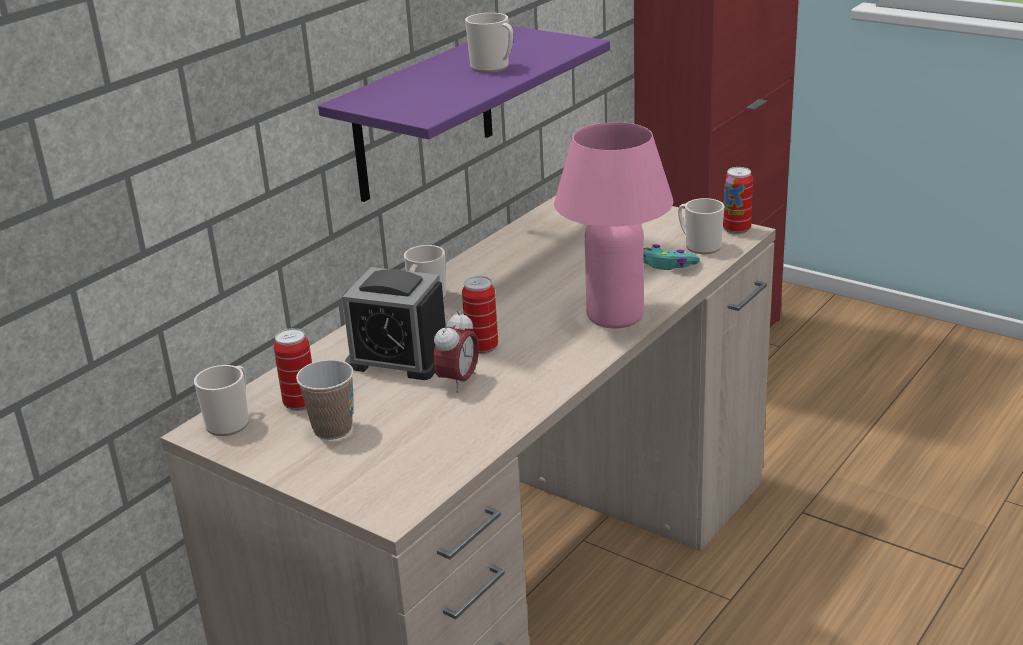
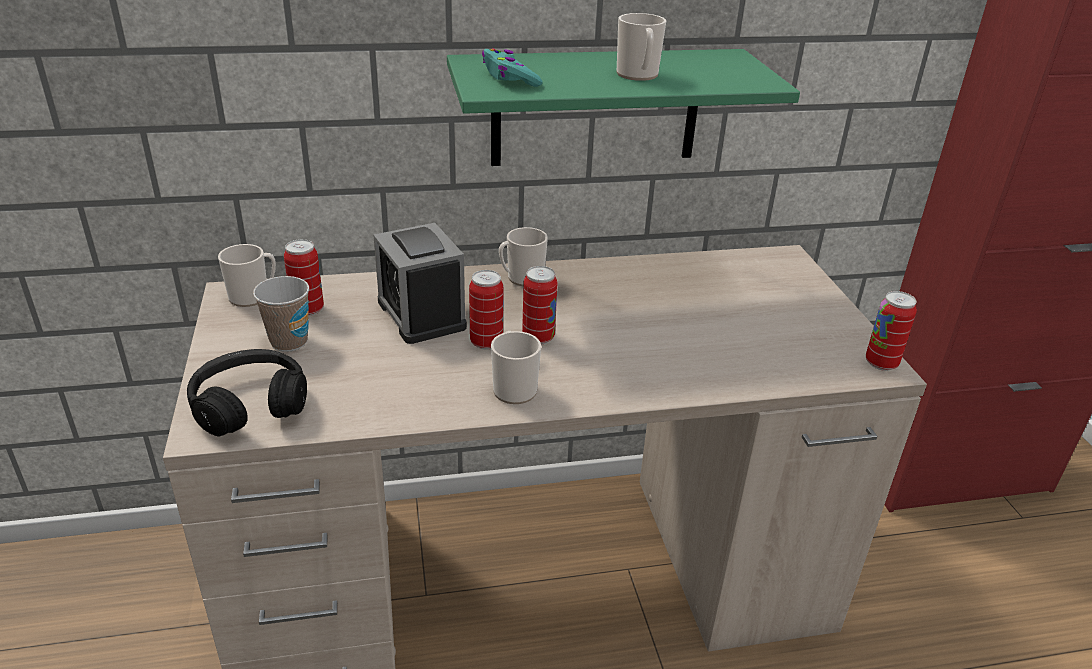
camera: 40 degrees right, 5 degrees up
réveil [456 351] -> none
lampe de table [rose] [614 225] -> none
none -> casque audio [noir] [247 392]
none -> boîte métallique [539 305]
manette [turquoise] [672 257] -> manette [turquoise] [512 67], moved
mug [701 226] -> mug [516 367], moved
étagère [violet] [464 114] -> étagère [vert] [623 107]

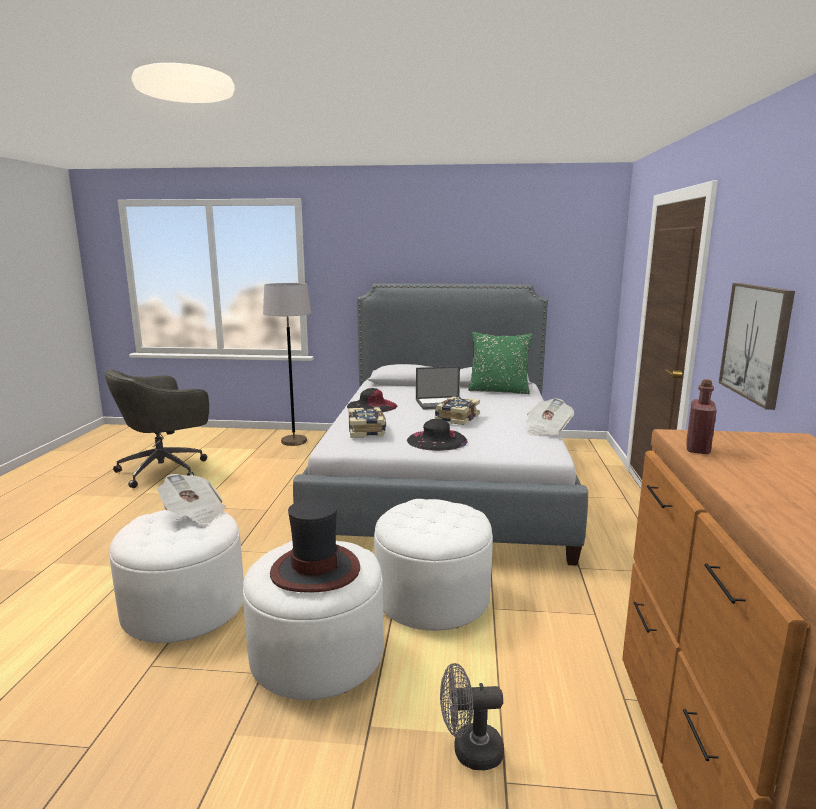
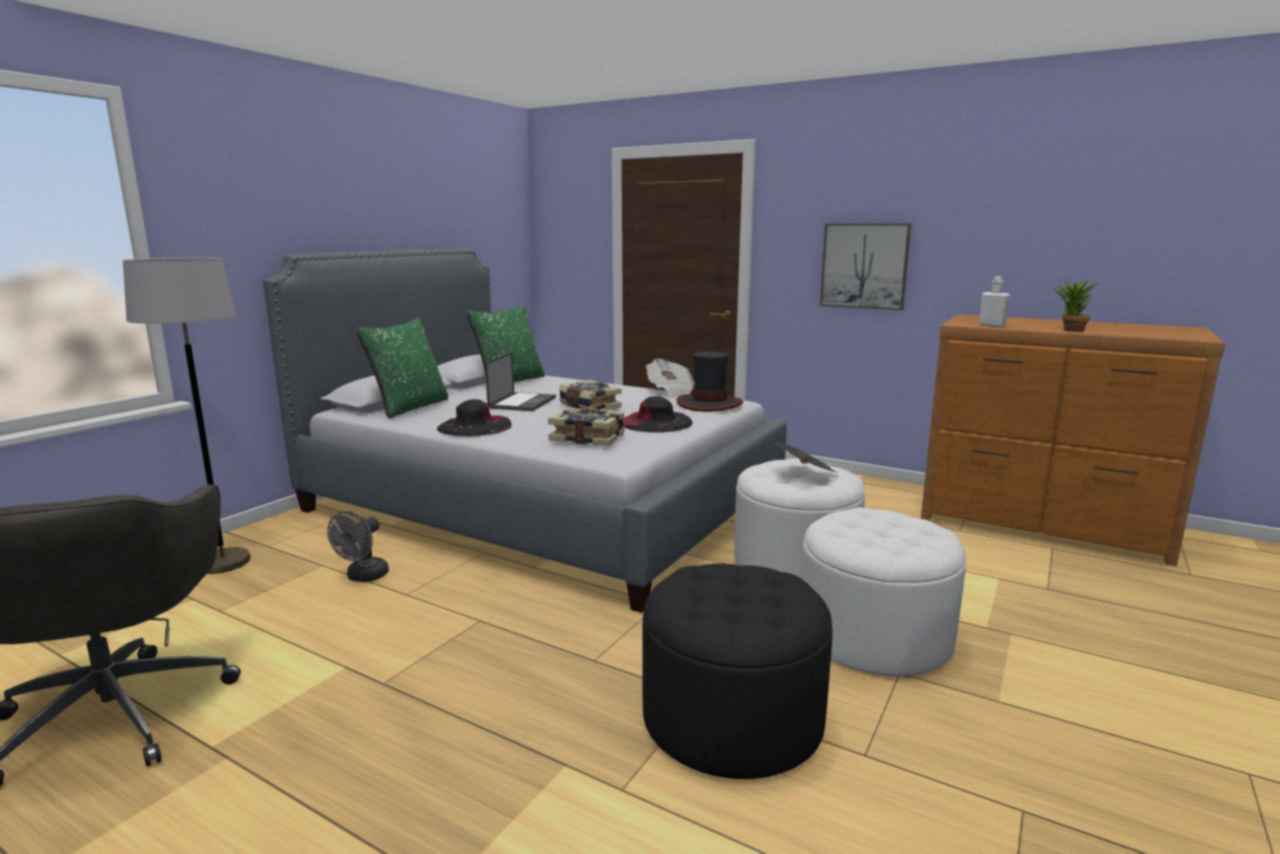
camera: 65 degrees left, 0 degrees up
none -> coussin [vert] [402 368]
none -> plante en pot [1075 305]
journal [191 499] -> journal [805 457], moved
chapeau [315 545] -> chapeau [710 382], moved
ventilateur [gris] [472 716] -> ventilateur [gris] [358 546], moved
pouf [blanc] [176 576] -> pouf [noir] [737 671]
bouteille [rouge] [701 416] -> bouteille [blanc] [994 301]

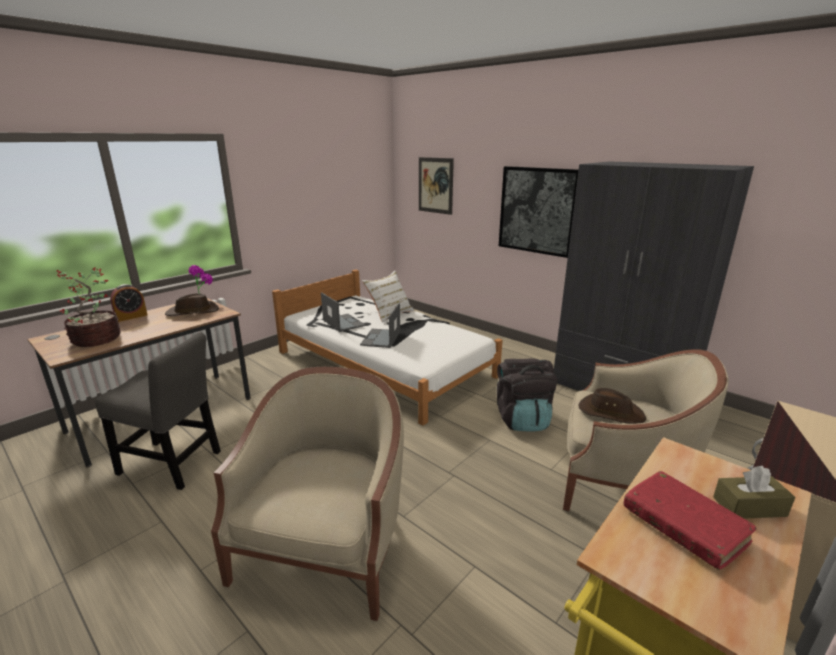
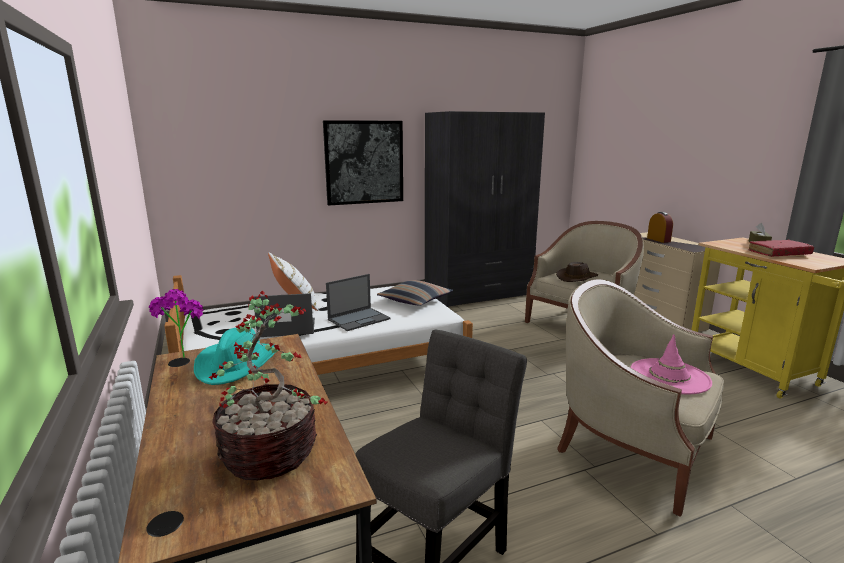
camera: 65 degrees left, 5 degrees down
tableau [436 186] -> none
sac à dos [noir] [527 395] -> none
none -> coussin [415 293]
none -> chapeau [rose] [671 364]
réveil [129 303] -> réveil [660 227], moved
chapeau [marron] [192 304] -> chapeau [turquoise] [235 356]
ordinateur portable [380 325] -> ordinateur portable [358 302], 75 degrees counterclockwise

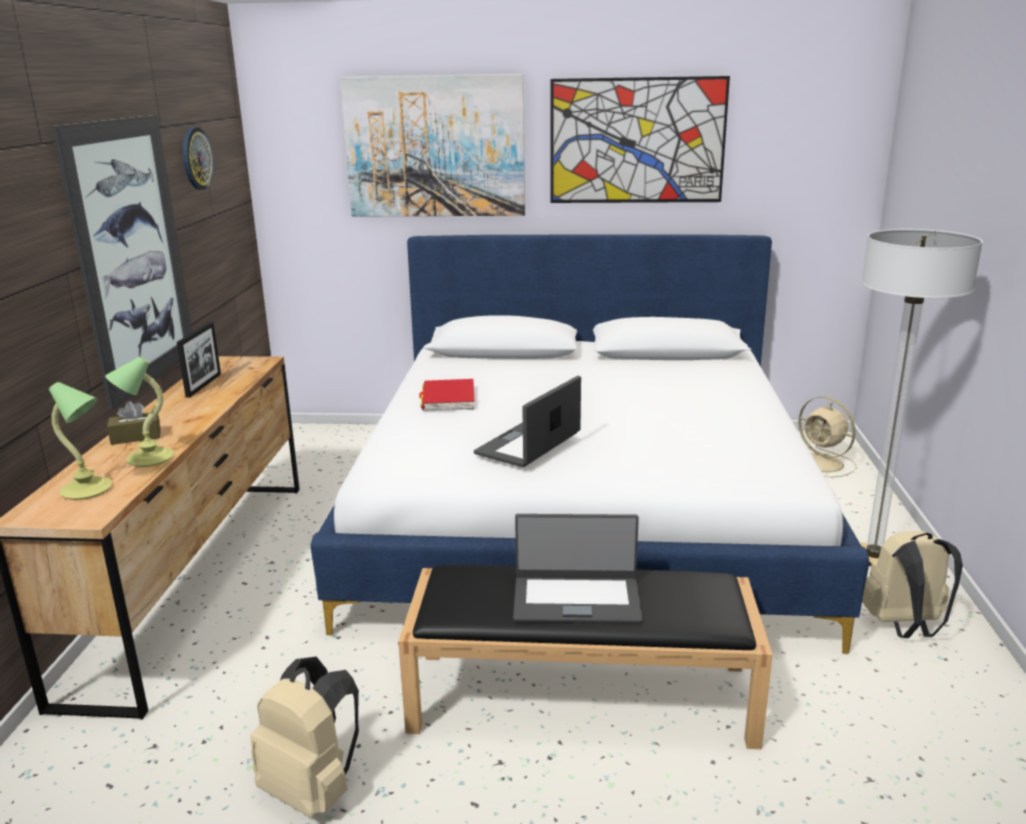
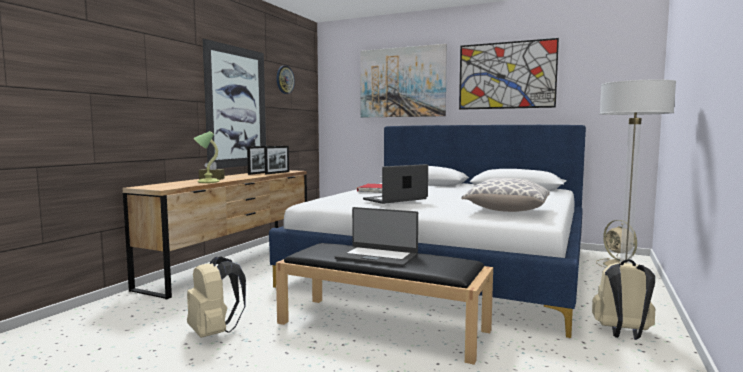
camera: 20 degrees right, 15 degrees down
lampe de table [80 441] -> none
none -> cadre photo [276 160]
none -> coussin [506 195]

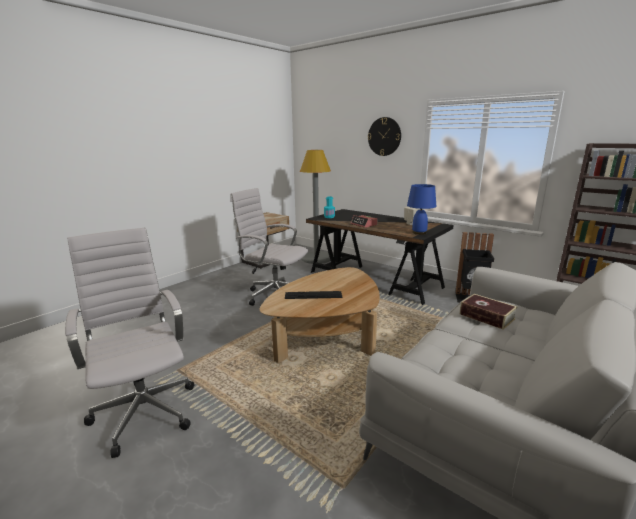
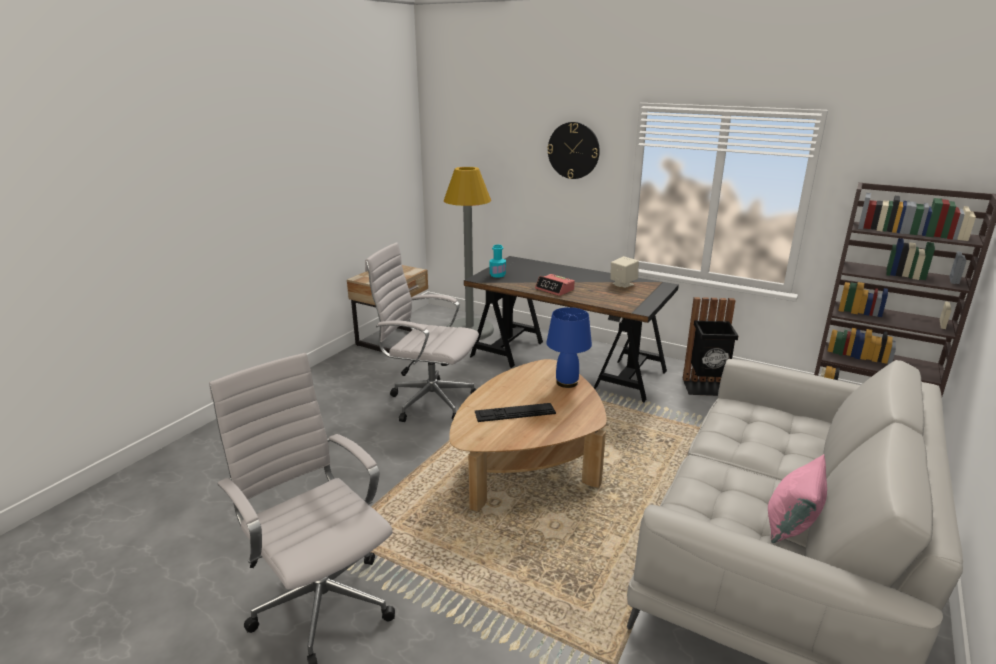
camera: 10 degrees left, 5 degrees up
livre [488 312] -> none
none -> coussin [rose] [797 498]
lampe de table [bleu] [421 209] -> lampe de table [bleu] [569 347], moved

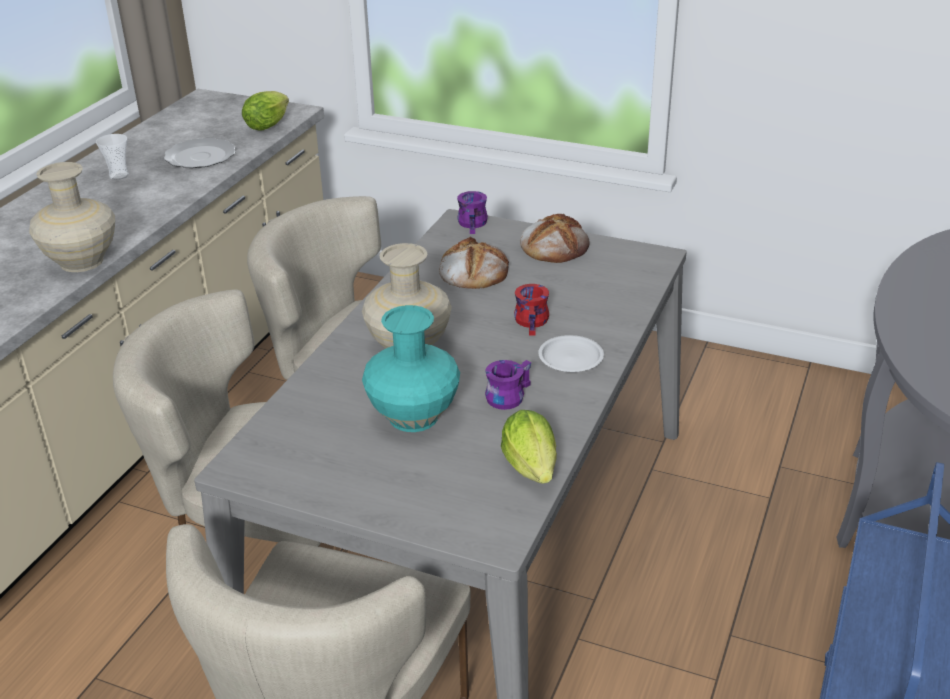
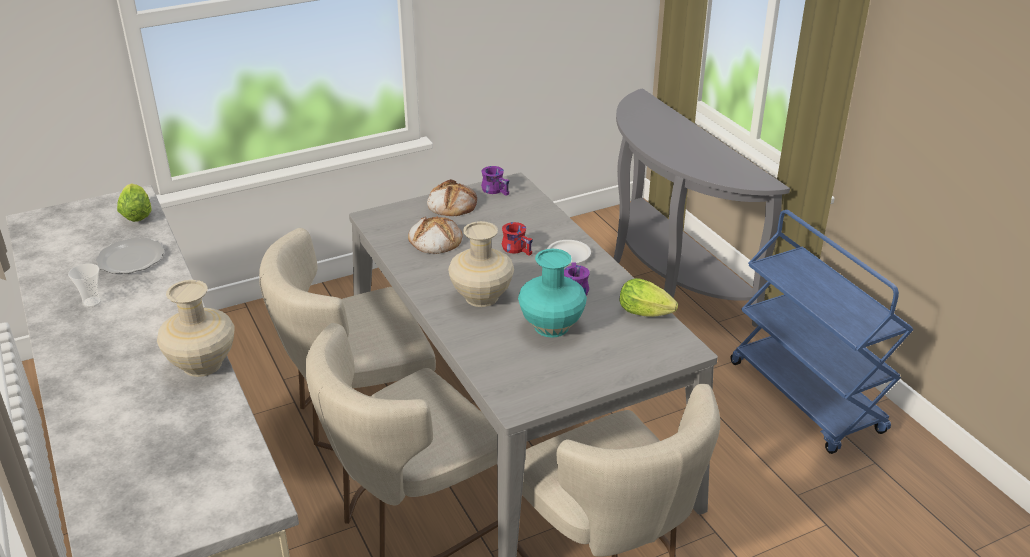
camera: 50 degrees left, 0 degrees up
mug [violet] [472 212] -> mug [violet] [495 181], moved

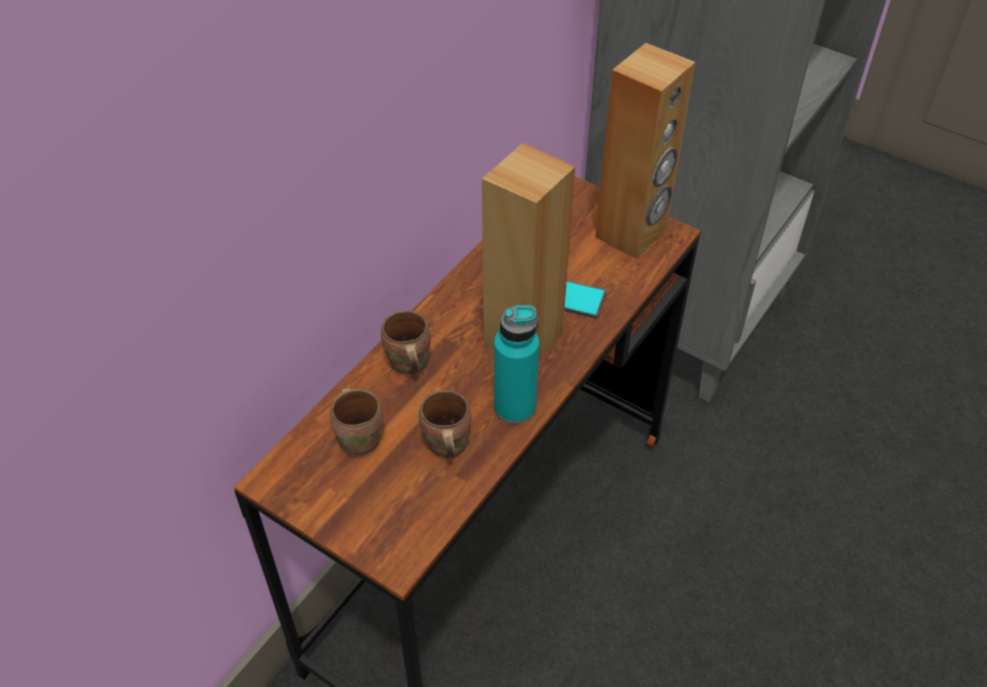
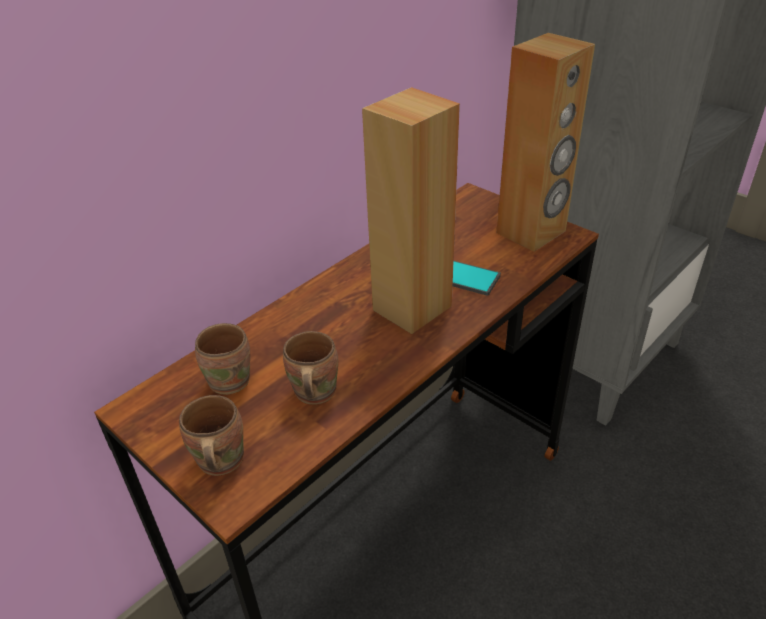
camera: 10 degrees right, 10 degrees down
bouteille [turquoise] [516 364] -> none
mug [marron] [406 342] -> mug [marron] [211 435], moved

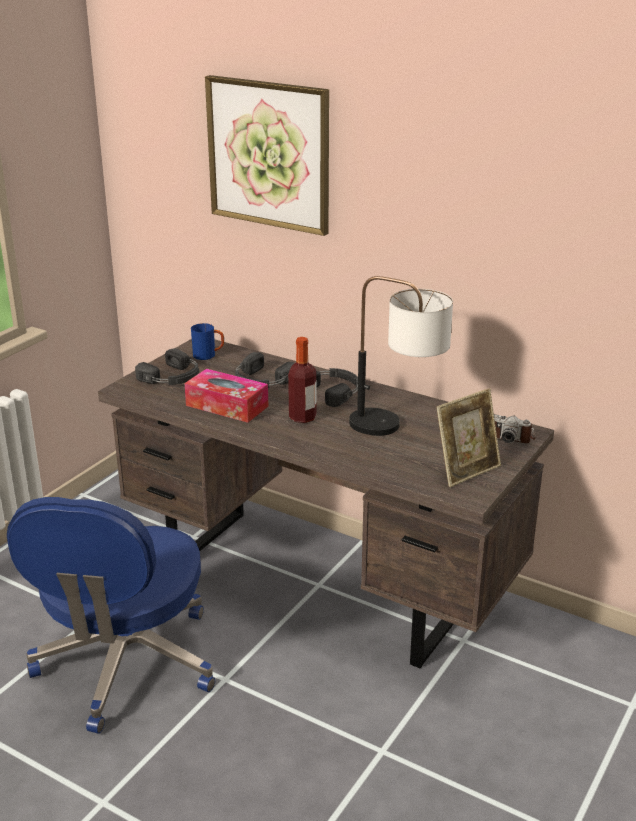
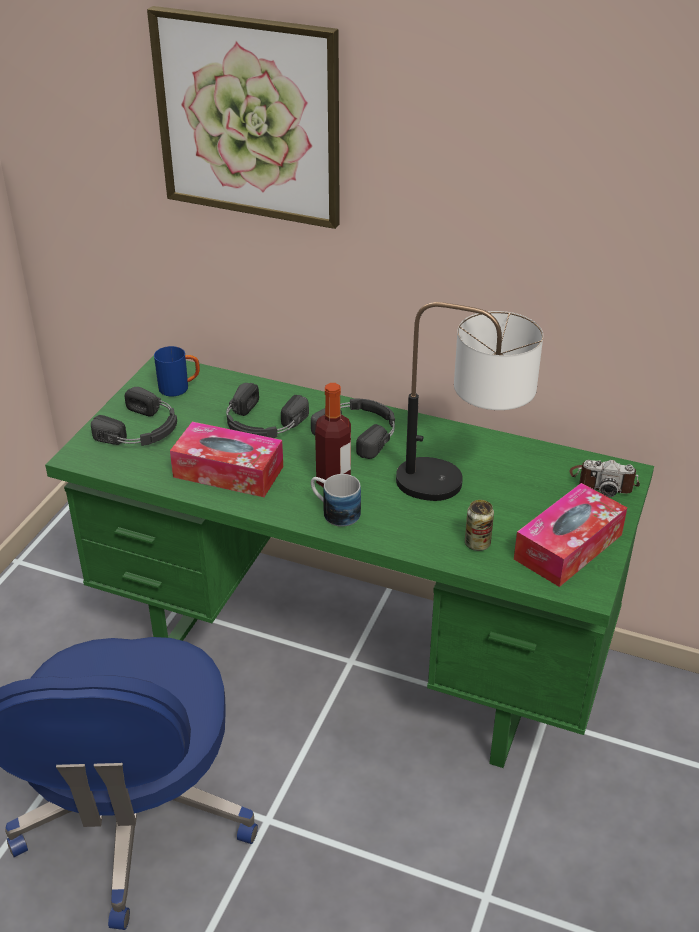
camera: 10 degrees left, 10 degrees up
none -> mug [336 500]
none -> boîte métallique [479 525]
cadre photo [469 437] -> boîte à mouchoirs [570 535]
bureau [marron] [326 503] -> bureau [vert] [349 562]

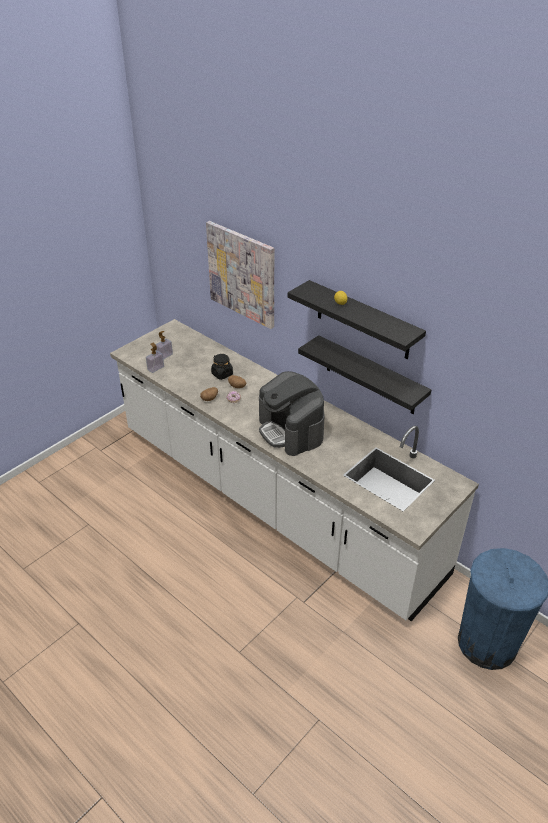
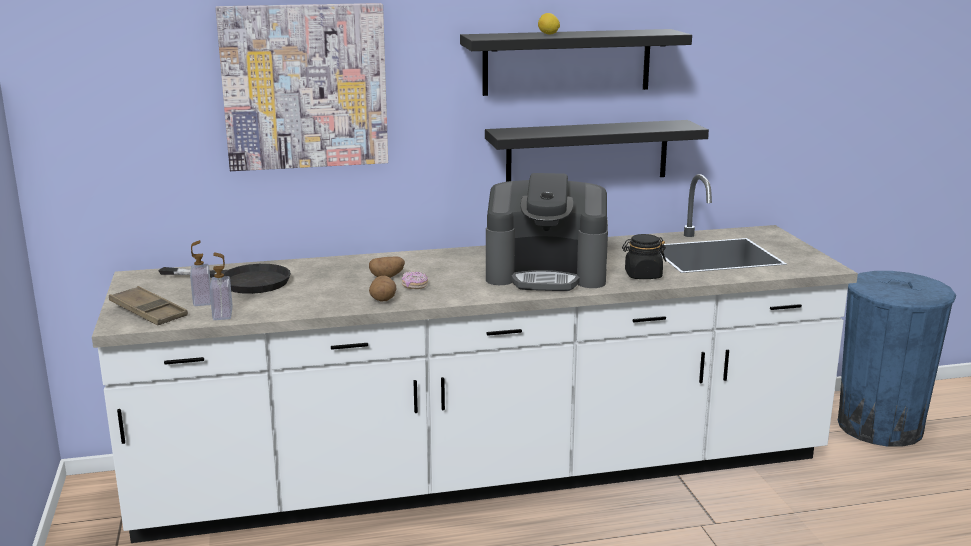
camera: 55 degrees left, 20 degrees down
none -> plateau [marron] [148 306]
none -> poêle [noir] [225 279]
bocal [noir] [222 367] -> bocal [noir] [644 256], moved

